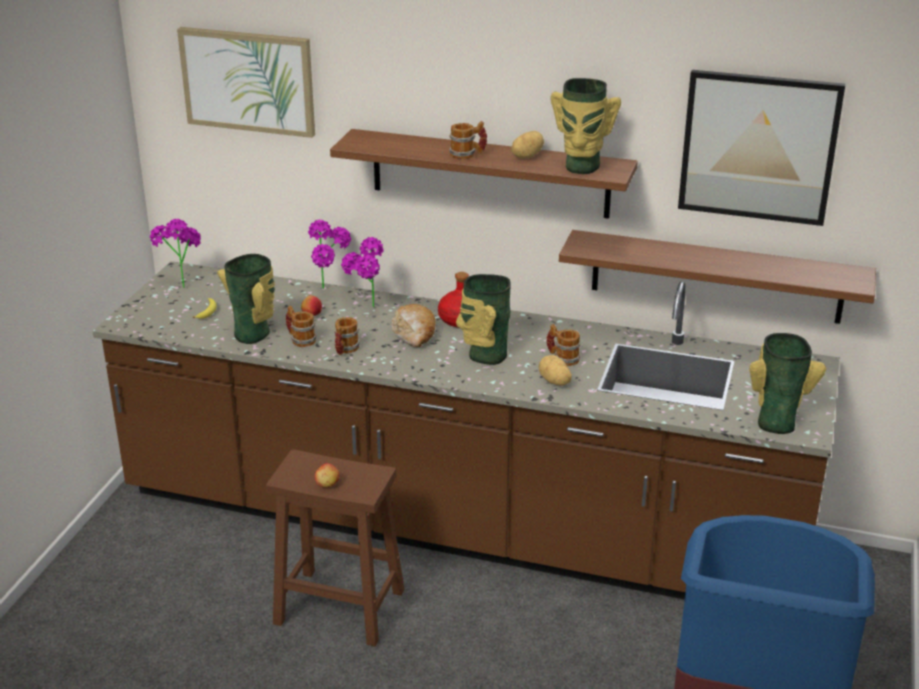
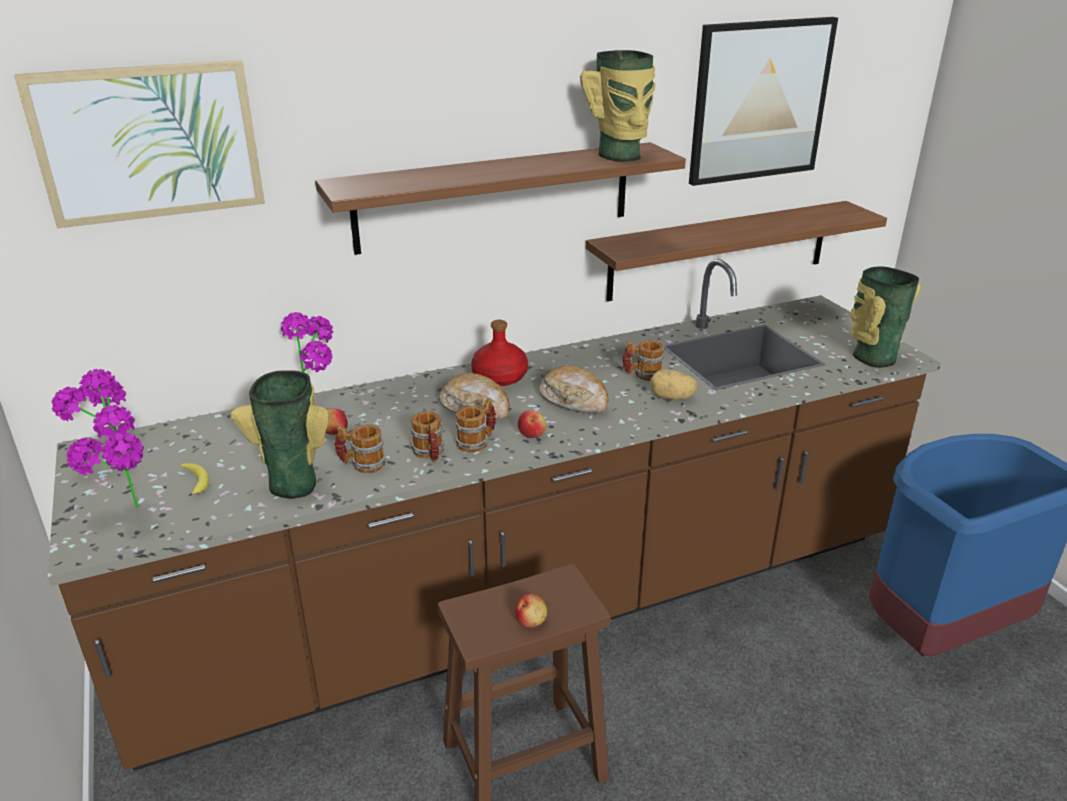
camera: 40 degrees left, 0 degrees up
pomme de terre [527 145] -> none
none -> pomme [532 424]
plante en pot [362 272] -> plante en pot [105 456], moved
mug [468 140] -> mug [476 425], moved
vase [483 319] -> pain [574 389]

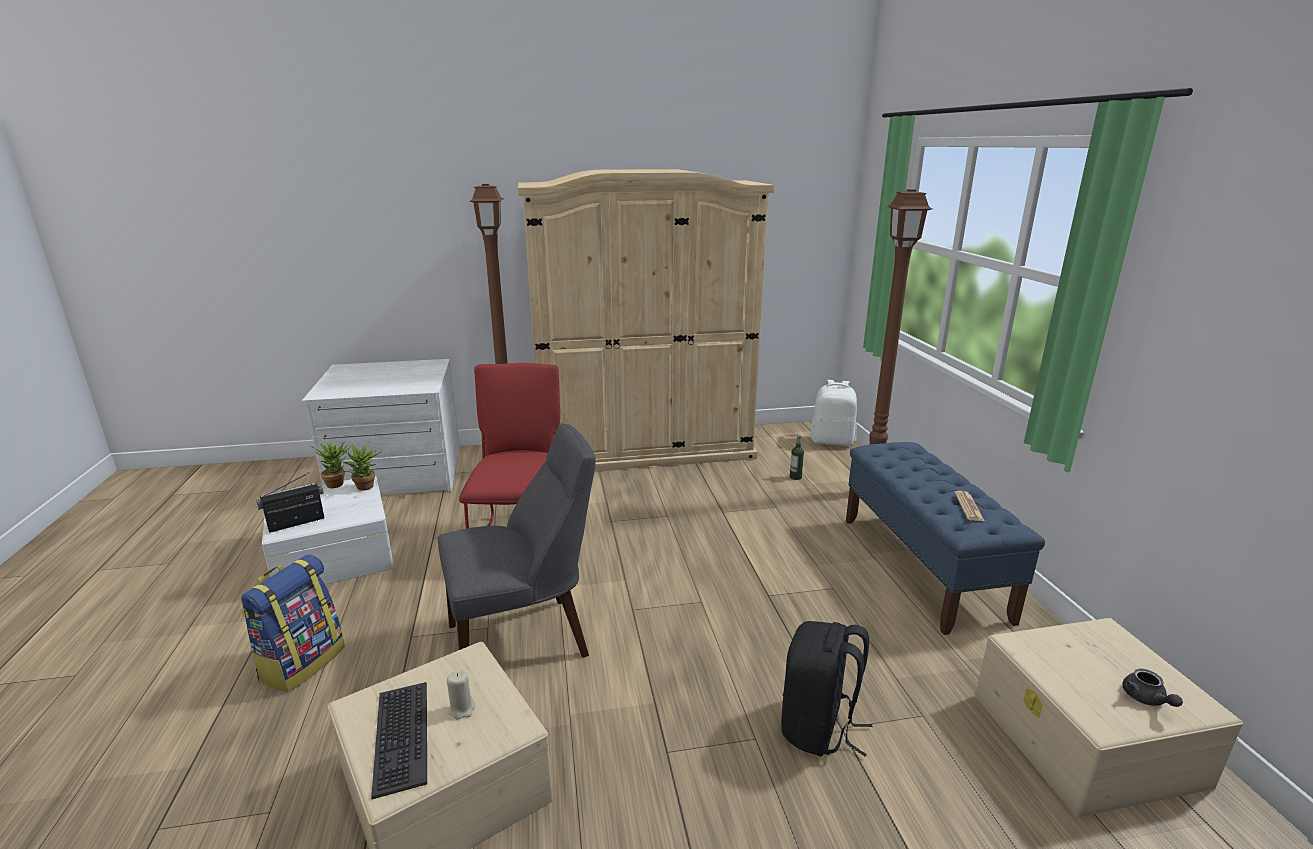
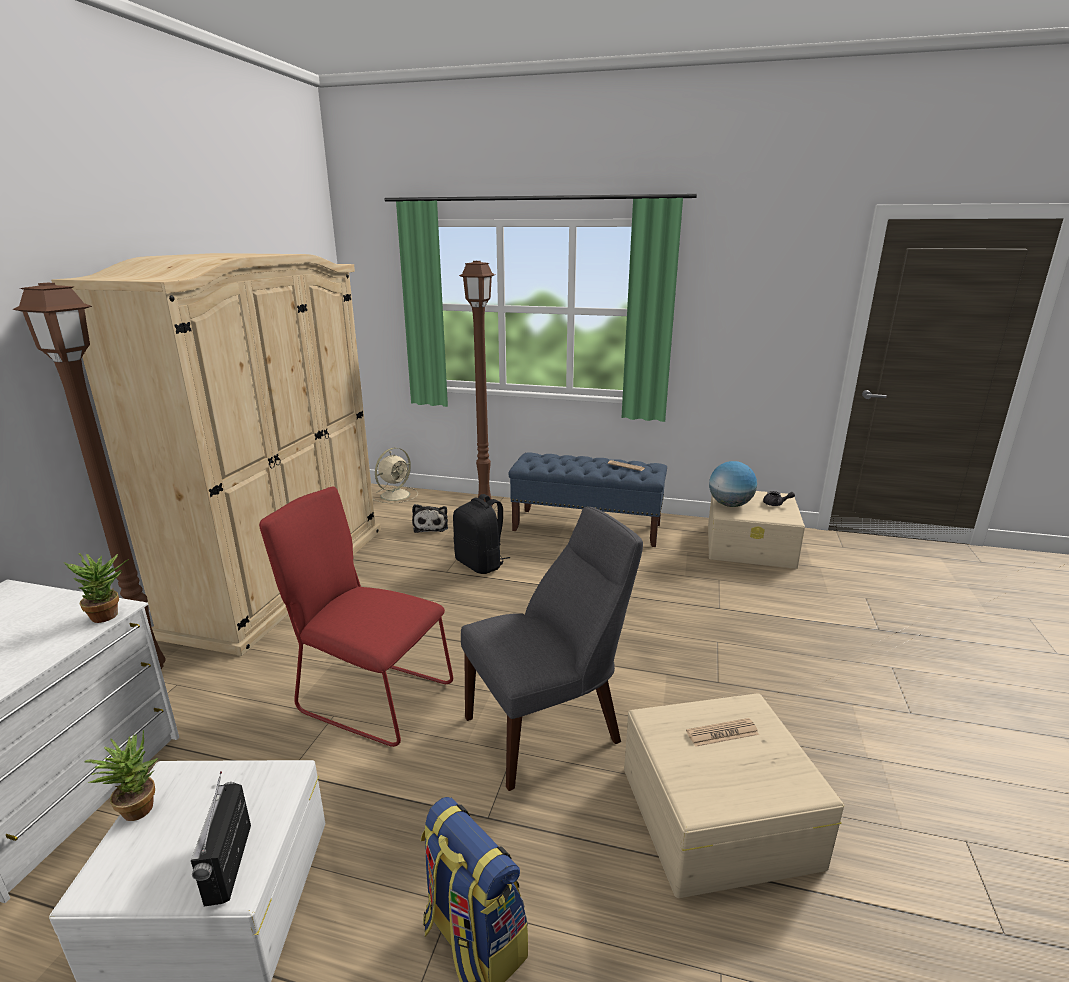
camera: 65 degrees left, 0 degrees up
clavier [399 740] -> none
none -> globe [733 484]
plante en pot [362 466] -> plante en pot [96 588], moved
sac à dos [noir] [827 688] -> sac à dos [noir] [481 534], moved
bougie [beige] [461 694] -> journal [722 732]
bouteille [797 457] -> peluche [430 518]
sac à dos [blanc] [833 413] -> ventilateur [beige] [395 476]
chaise [gris] [517 540] -> chaise [gris] [552 649], 60 degrees clockwise

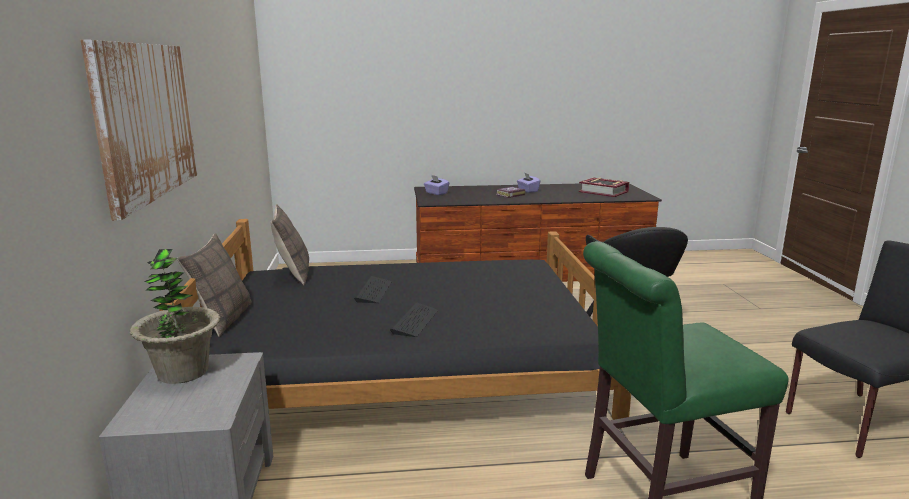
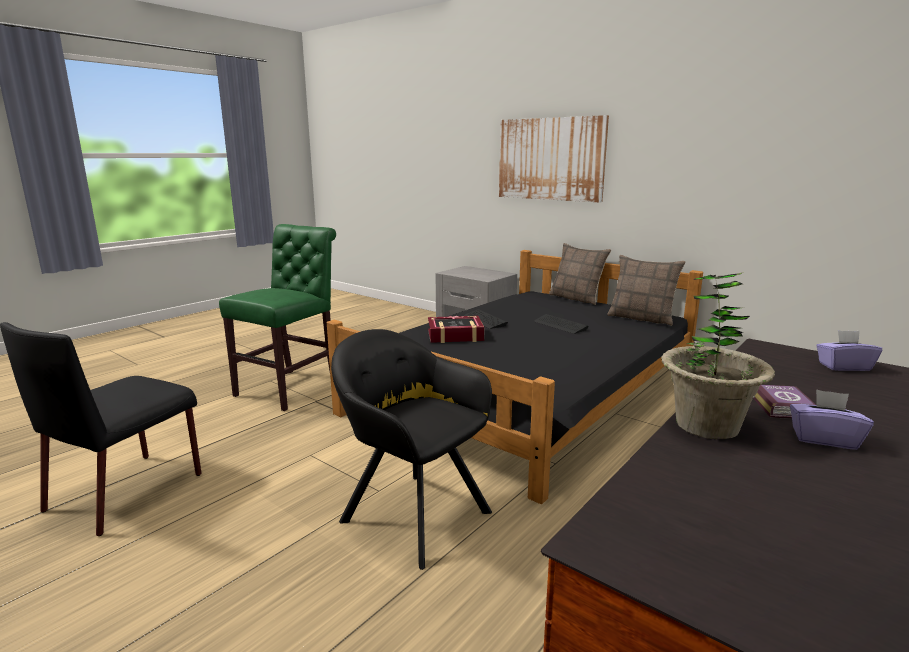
camera: 135 degrees right, 0 degrees up
plante en pot [175 316] -> plante en pot [718 355], moved
livre [604 187] -> livre [456 329], moved

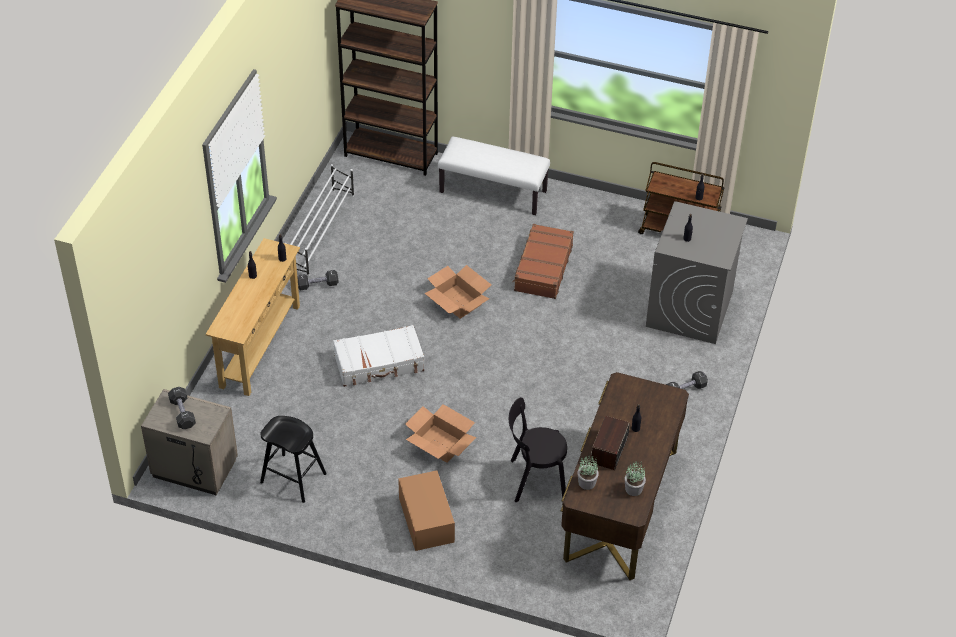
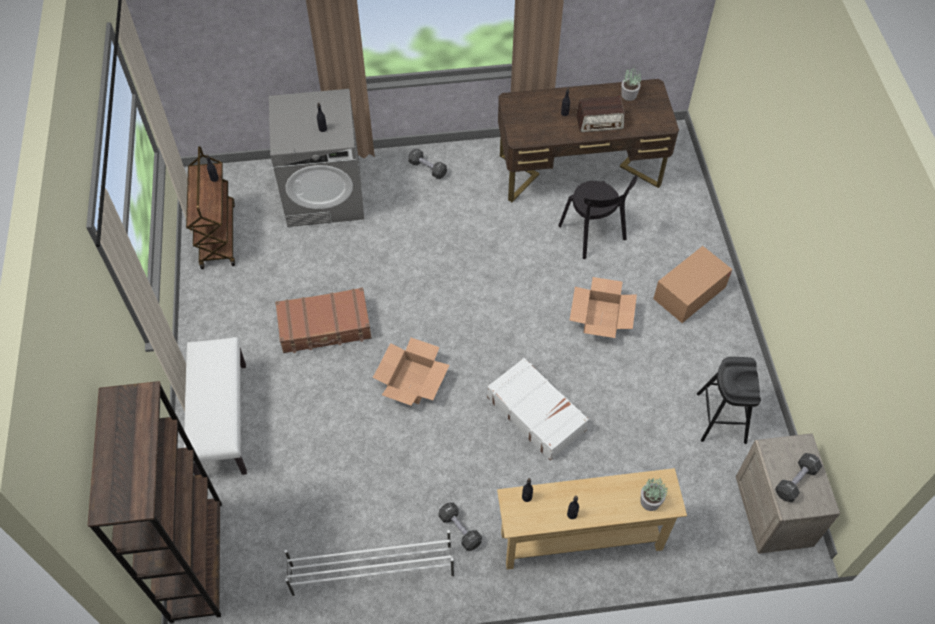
camera: 115 degrees left, 10 degrees up
plante en pot [588 473] -> plante en pot [654 494], moved

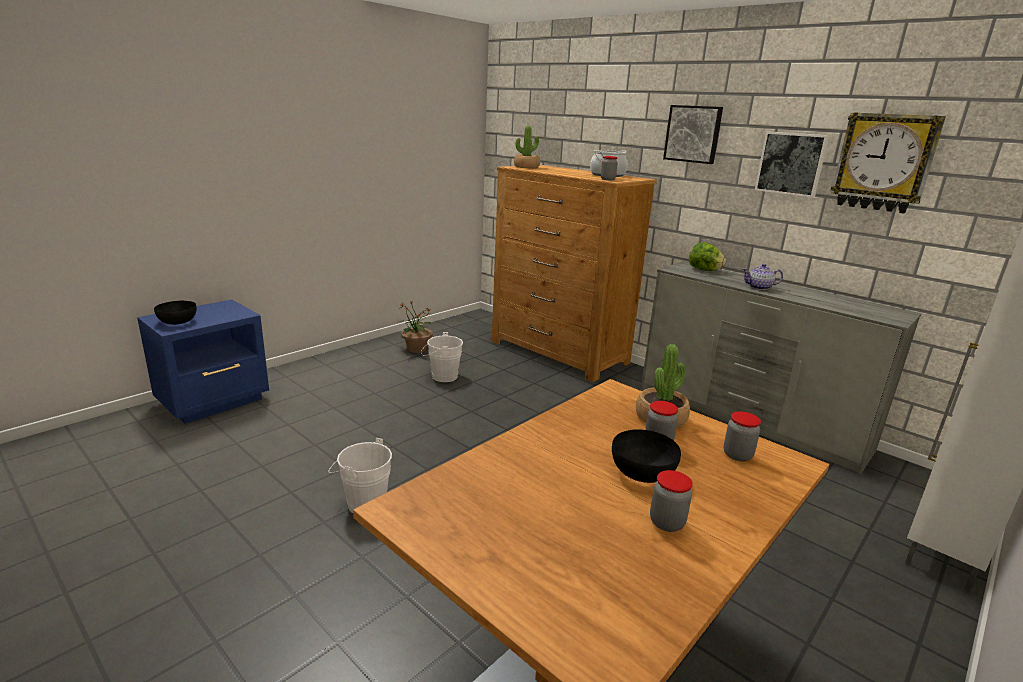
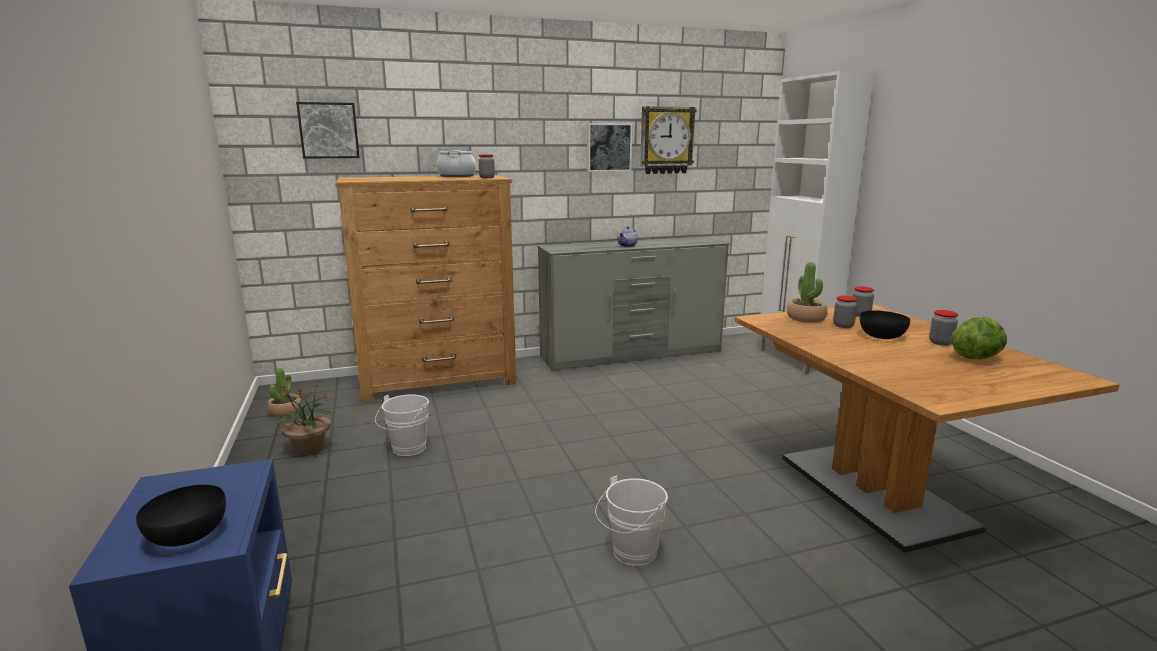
camera: 60 degrees left, 5 degrees down
plante en pot [527 147] -> plante en pot [284 392], moved
tableau [693 134] -> tableau [328 130], moved
laitue [707 256] -> laitue [979 338], moved

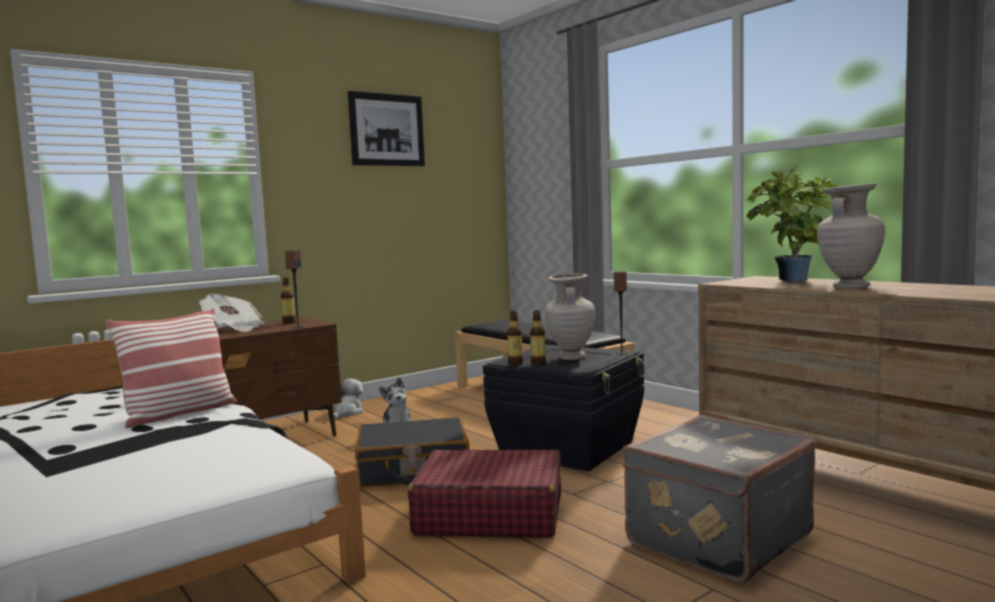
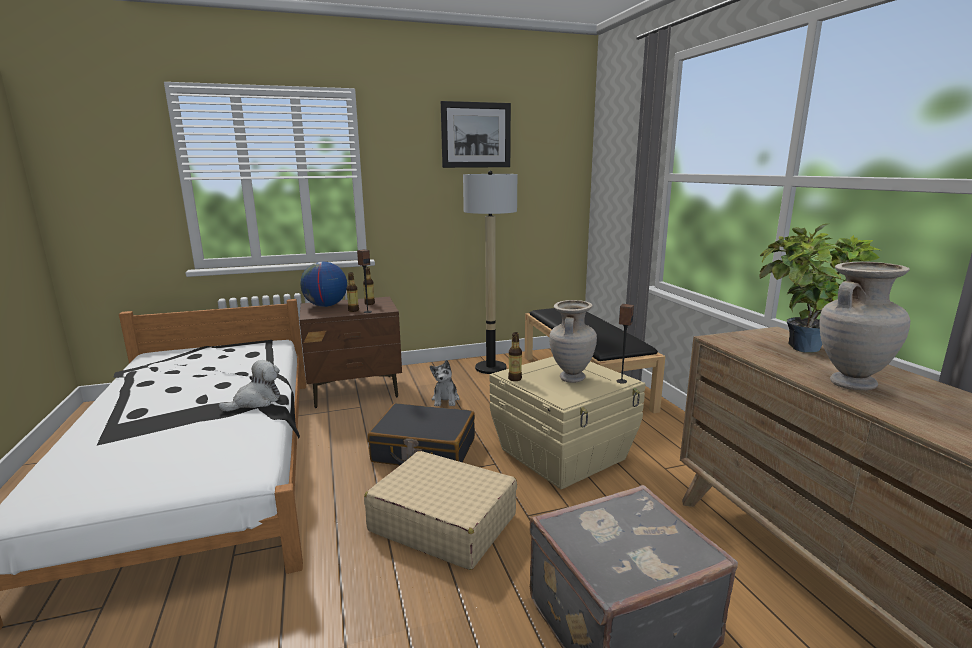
camera: 20 degrees right, 10 degrees up
coussin [171 368] -> none
none -> lampadaire [490 272]
peluche [348 399] -> peluche [249 385], moved
bouteille [538 338] -> bouteille [352 292], moved
journal [232 313] -> globe [323 284]
valise [rouge] [484 494] -> valise [beige] [440 510]
boîte de rangement [noir] [563 407] -> boîte de rangement [beige] [568 423]

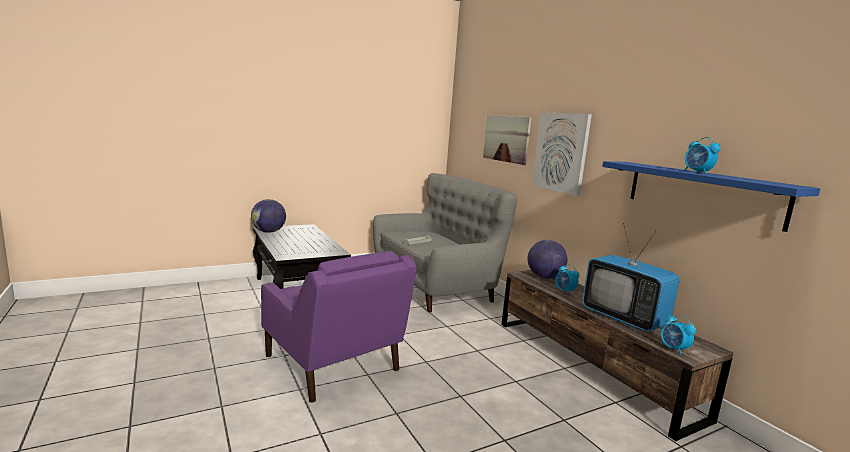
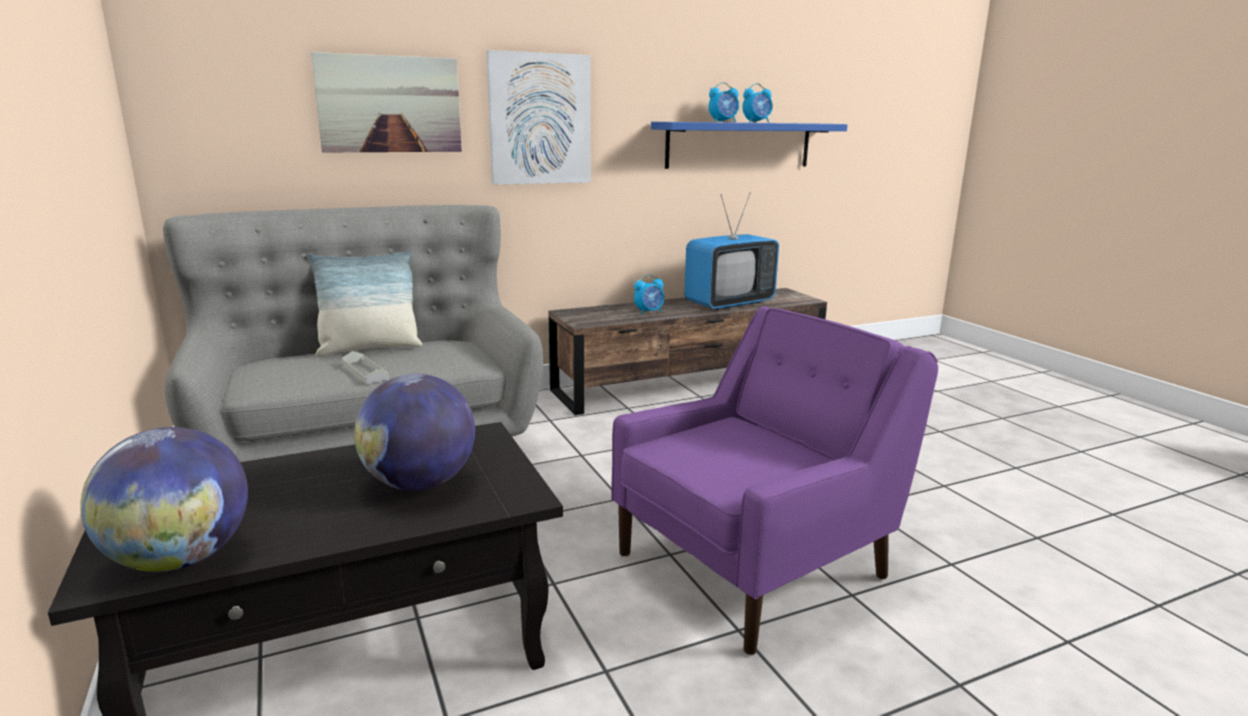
camera: 85 degrees left, 5 degrees up
none -> coussin [365 303]
globe [547 259] -> globe [414 432], moved
réveil [678 335] -> réveil [724 102], moved

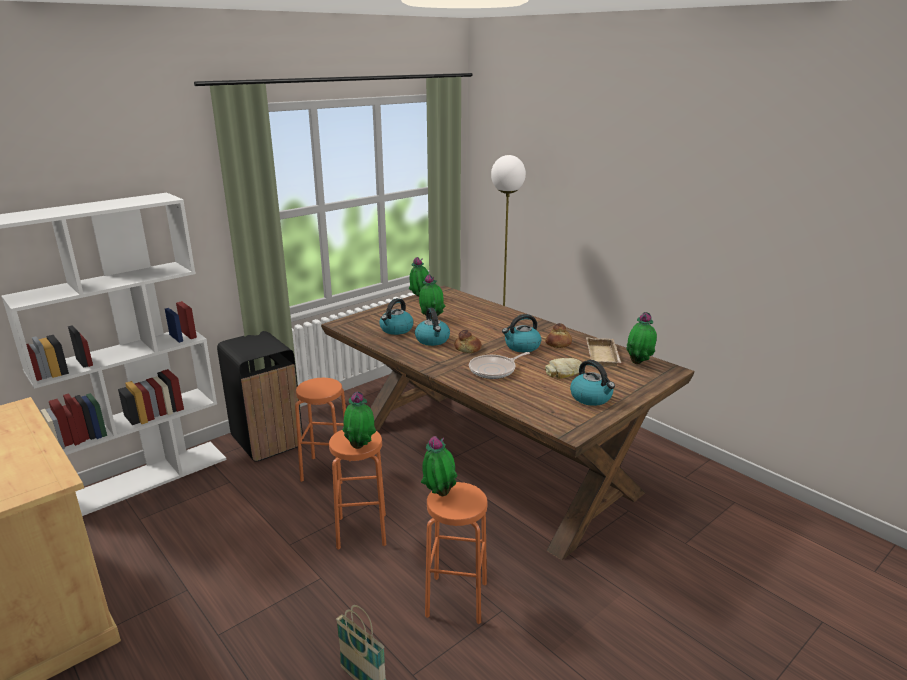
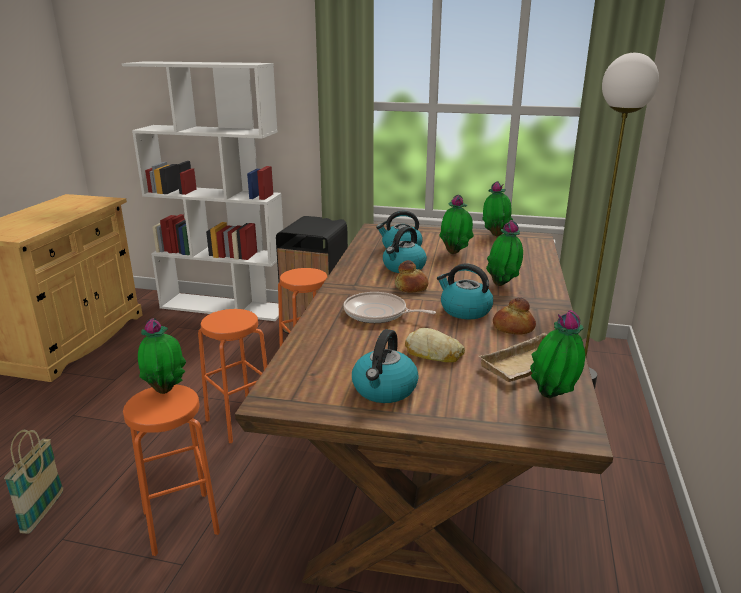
camera: 55 degrees right, 0 degrees up
plante en pot [359 420] -> plante en pot [504 253], moved

